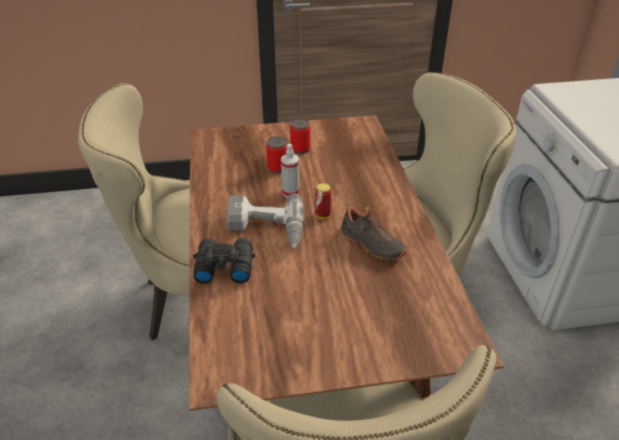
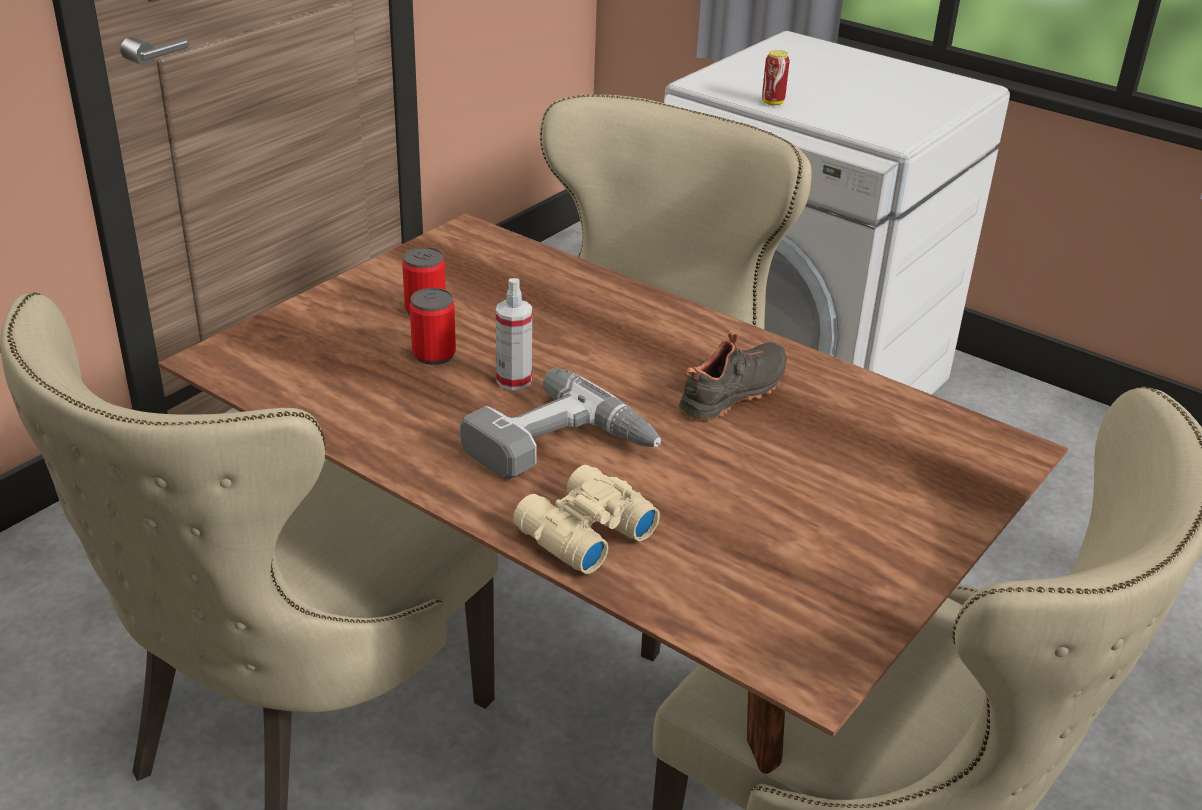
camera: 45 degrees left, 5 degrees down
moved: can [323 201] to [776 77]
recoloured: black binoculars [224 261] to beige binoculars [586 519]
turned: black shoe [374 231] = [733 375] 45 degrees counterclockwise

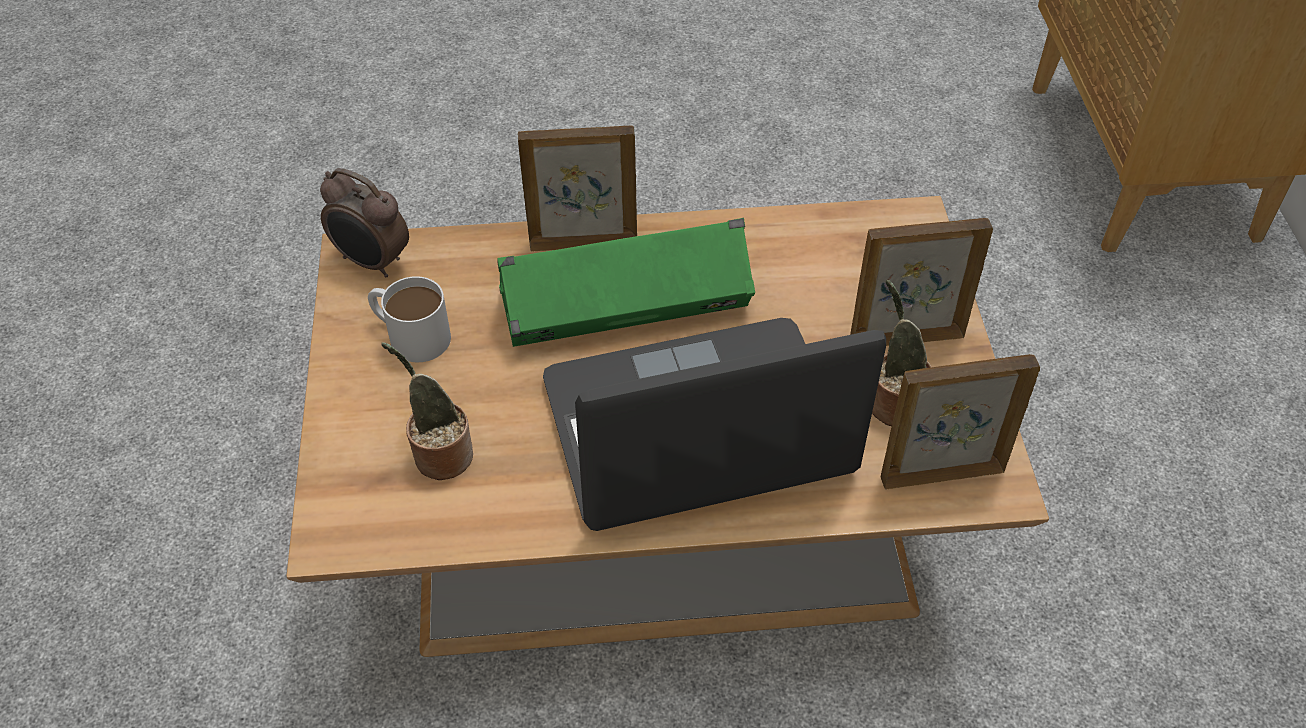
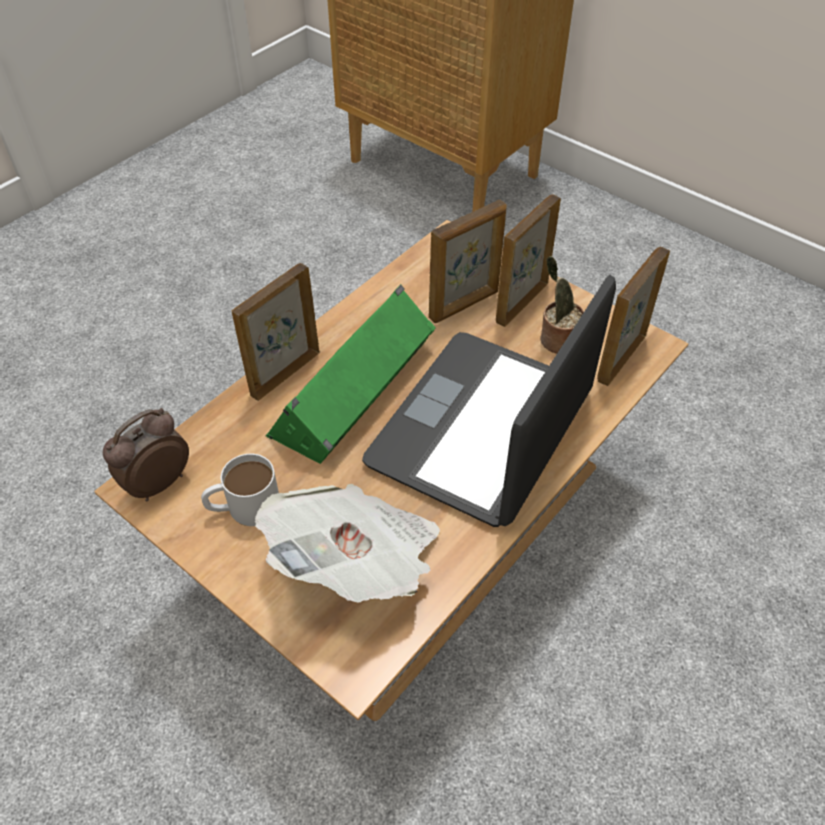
camera: 45 degrees left, 0 degrees up
added: picture frame [468 261]
replaced: potted plant [427 411] to newspaper [347 543]
turned: alarm clock [364 222] = [146 455] 150 degrees clockwise

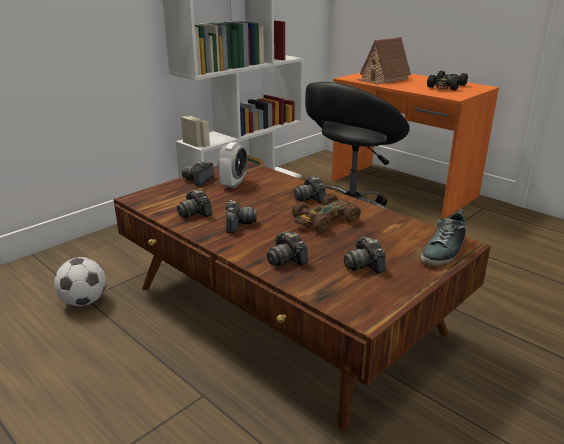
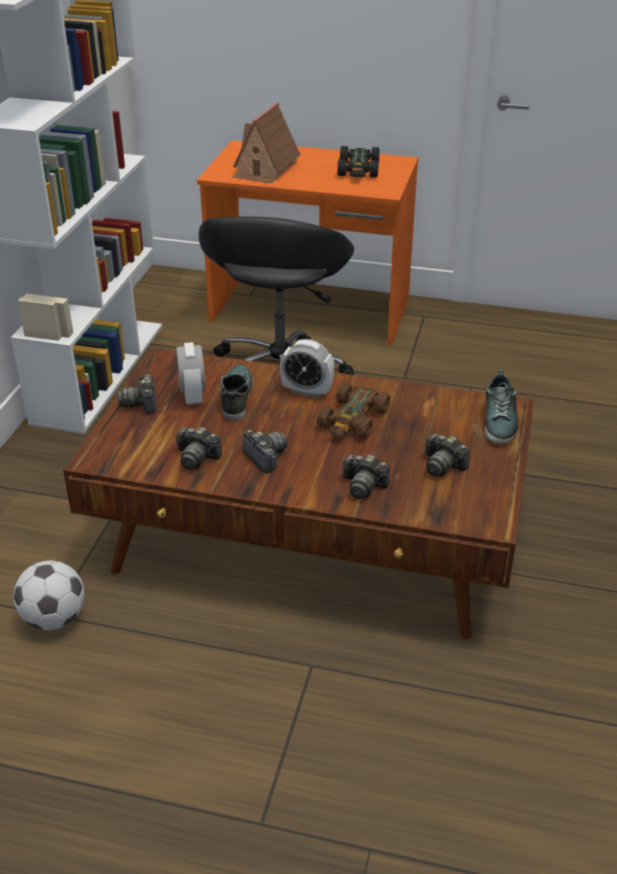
camera: 30 degrees left, 10 degrees up
added: shoe [236 393]
replaced: photo camera [310 190] to alarm clock [307 368]

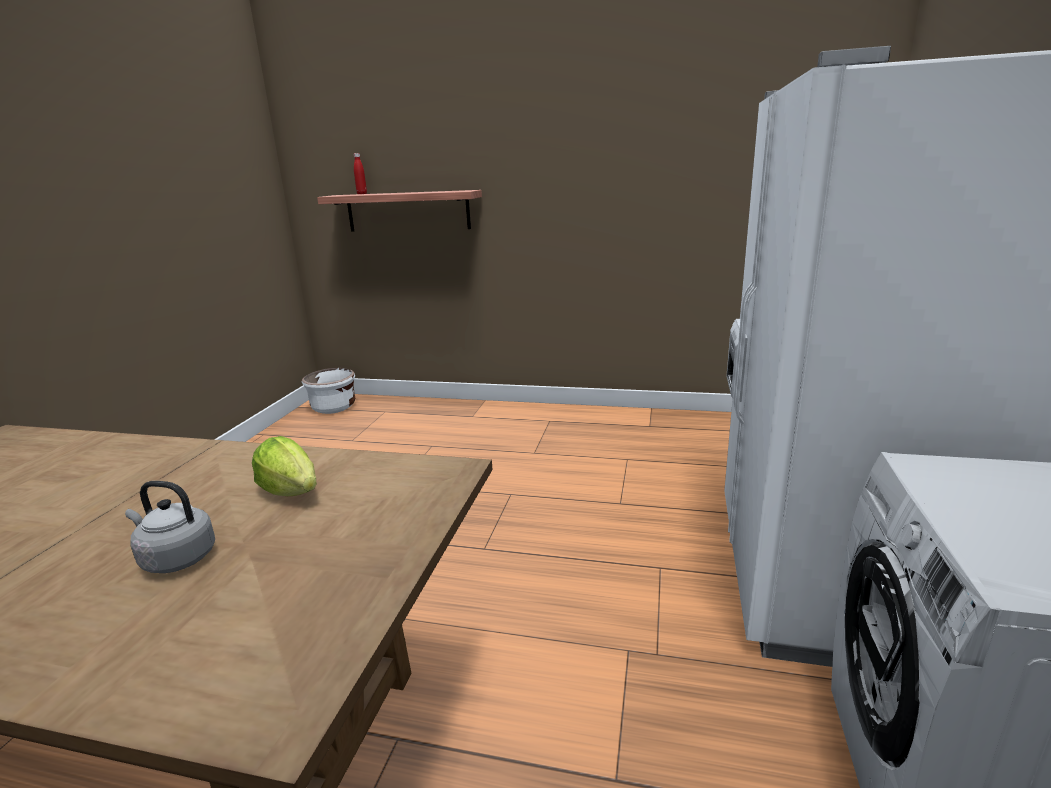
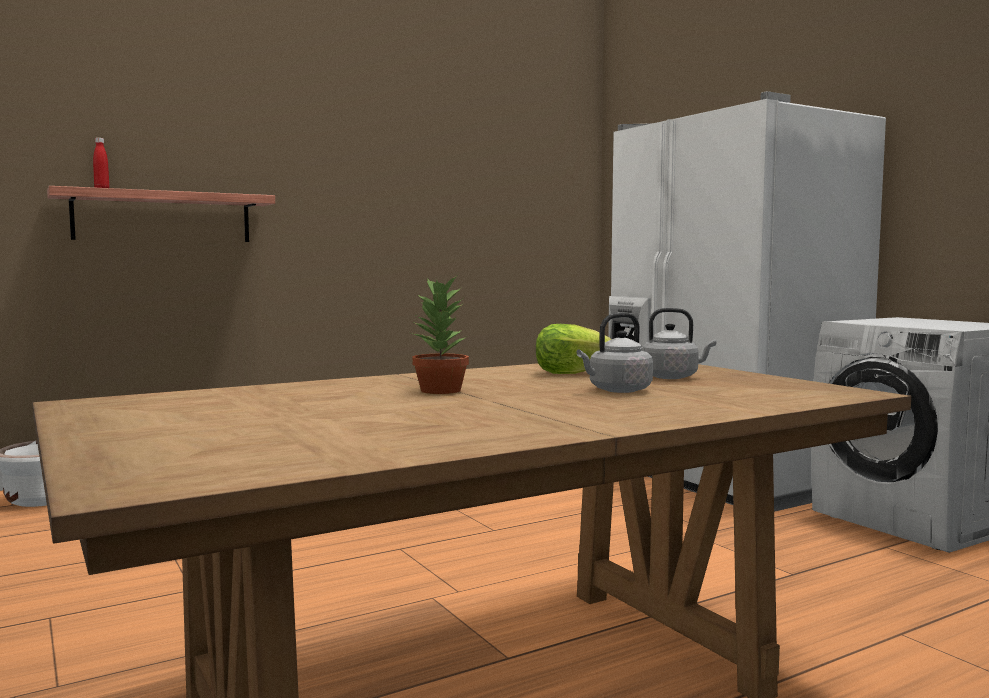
camera: 45 degrees left, 15 degrees down
added: potted plant [440 334]; grey kettle [679 343]

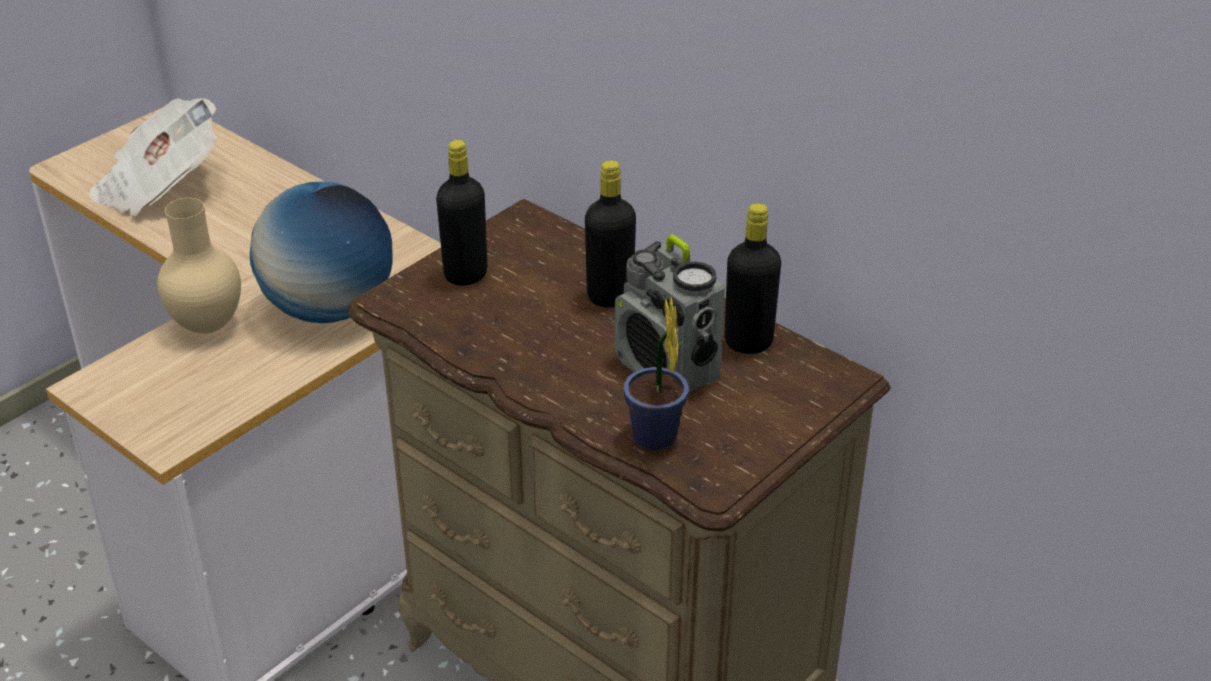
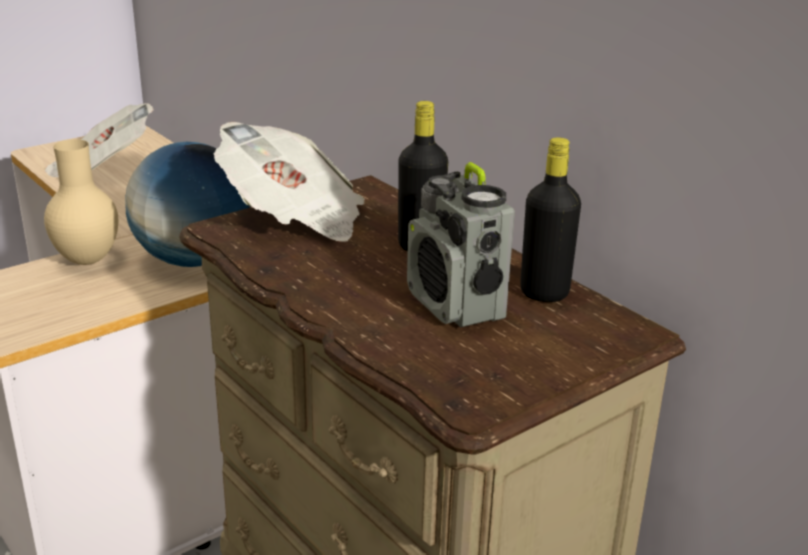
camera: 10 degrees right, 10 degrees down
removed: potted plant [656 373]
replaced: black bottle [461 213] to newspaper [289 182]

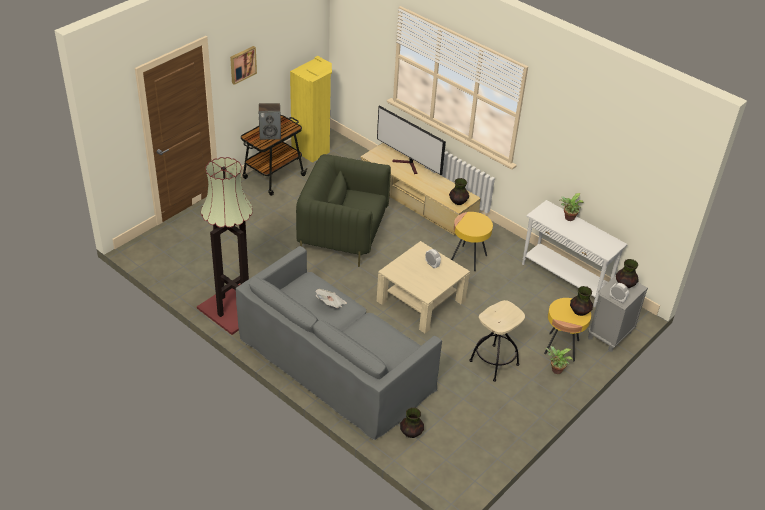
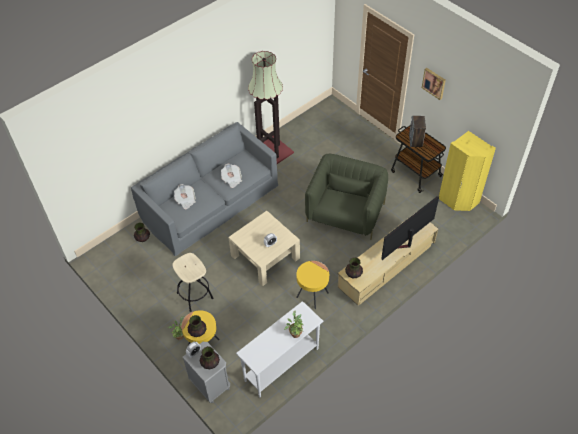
camera: 100 degrees right, 10 degrees up
added: newspaper [185 196]

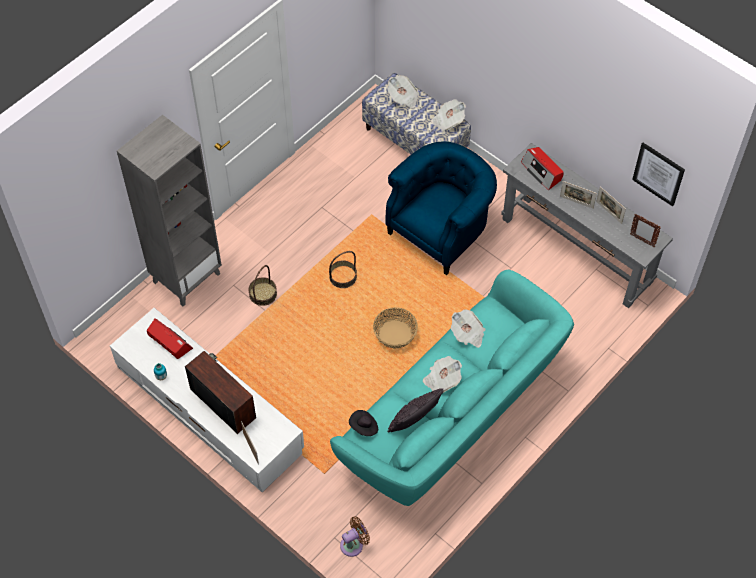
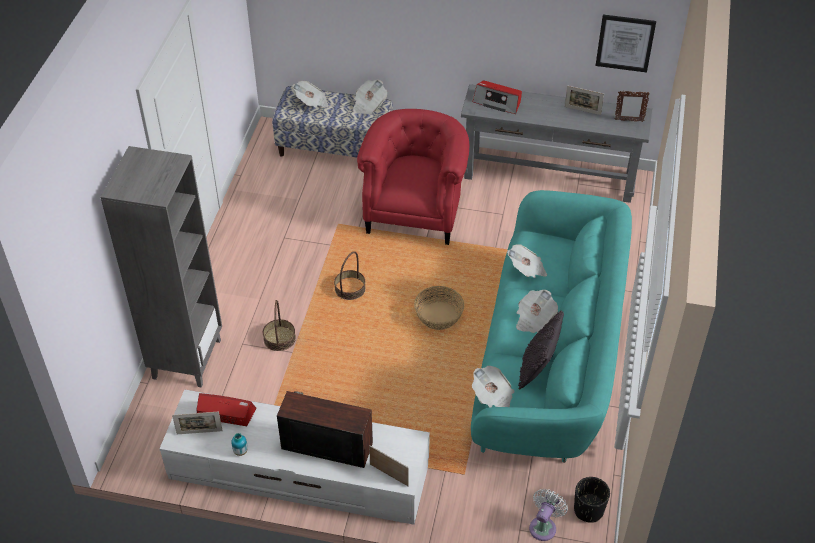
camera: 30 degrees left, 10 degrees down
added: black planter [592 500]
moved: picture frame [578 194] to [197 423]
replaced: black hat [363 423] to newspaper [493 386]
recoloured: brown fan [355 536] to white fan [548 515]; blue armchair [441 208] to red armchair [413 177]

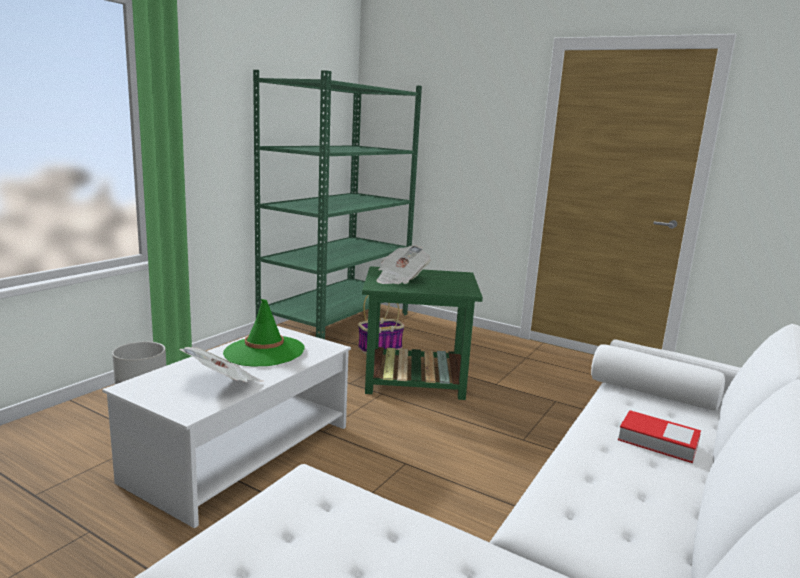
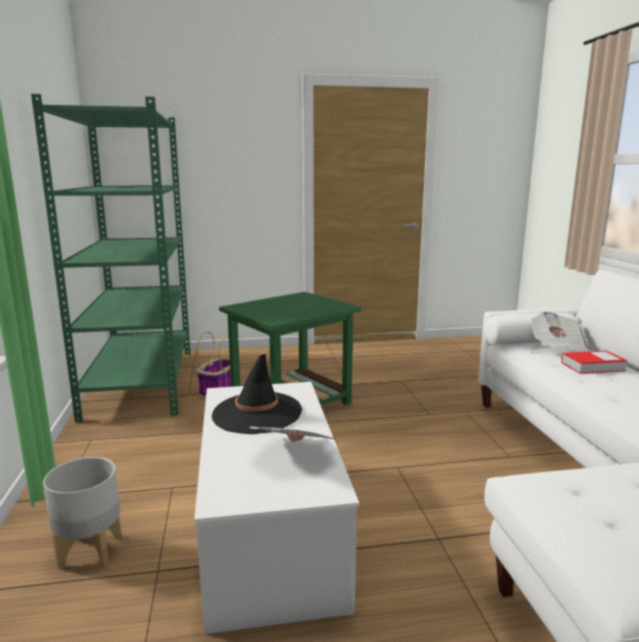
camera: 40 degrees left, 0 degrees up
moved: newspaper [403 264] to [560 334]
recoloured: green hat [264 333] to black hat [257 394]

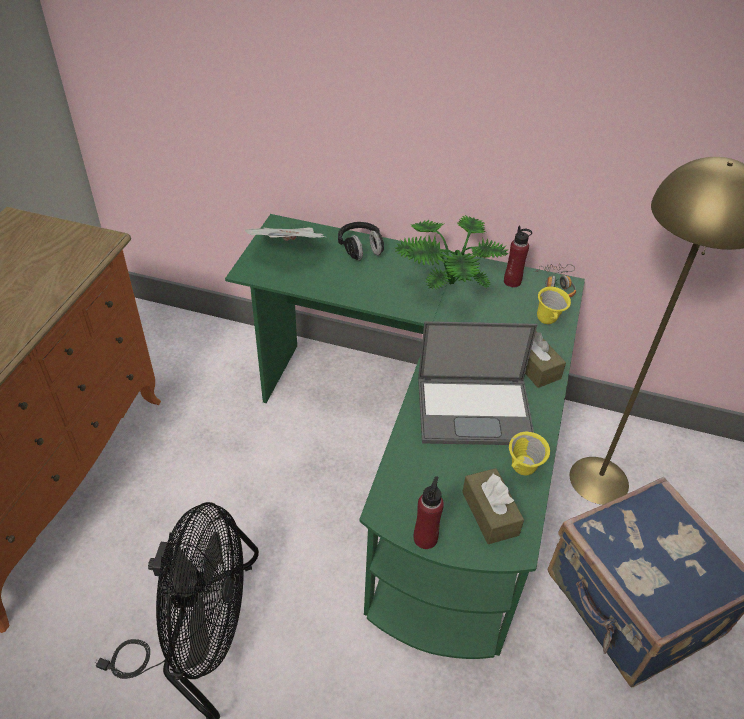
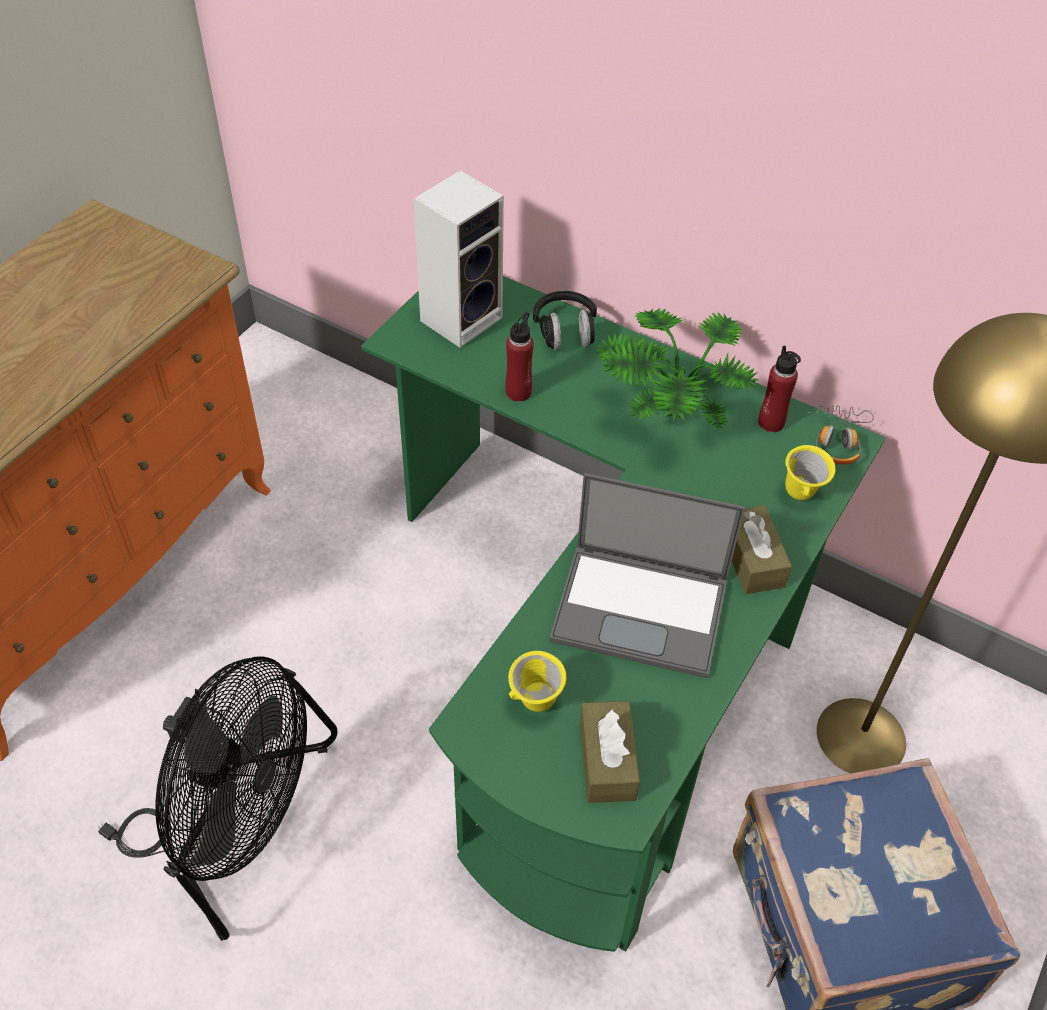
camera: 15 degrees right, 5 degrees up
moved: red bottle [429 512] to [519 357]; yellow mug [529 453] to [537 681]
replaced: newspaper [285 234] to speaker [458 259]

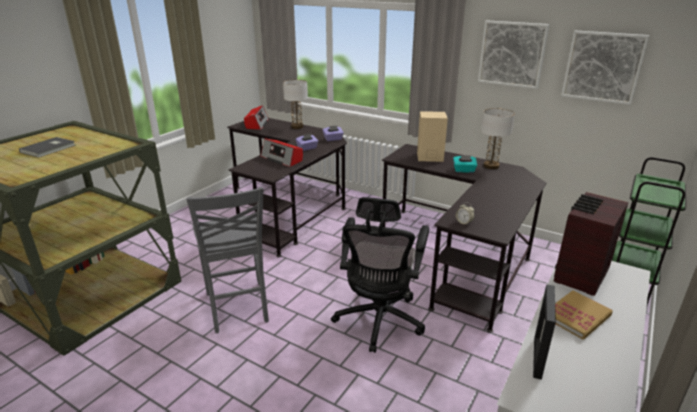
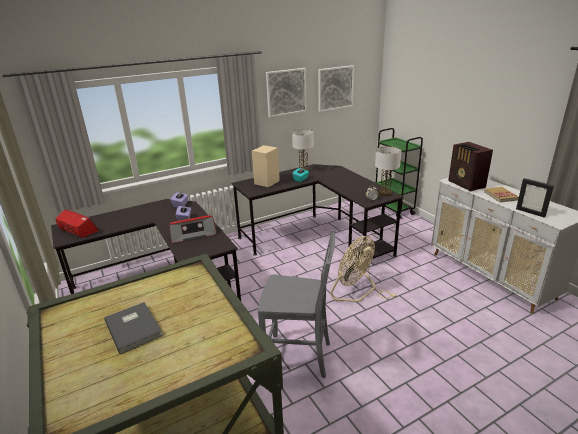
camera: 60 degrees left, 0 degrees up
moved: table lamp [295 104] to [388 171]
replaced: office chair [380 275] to beige fan [363 269]

